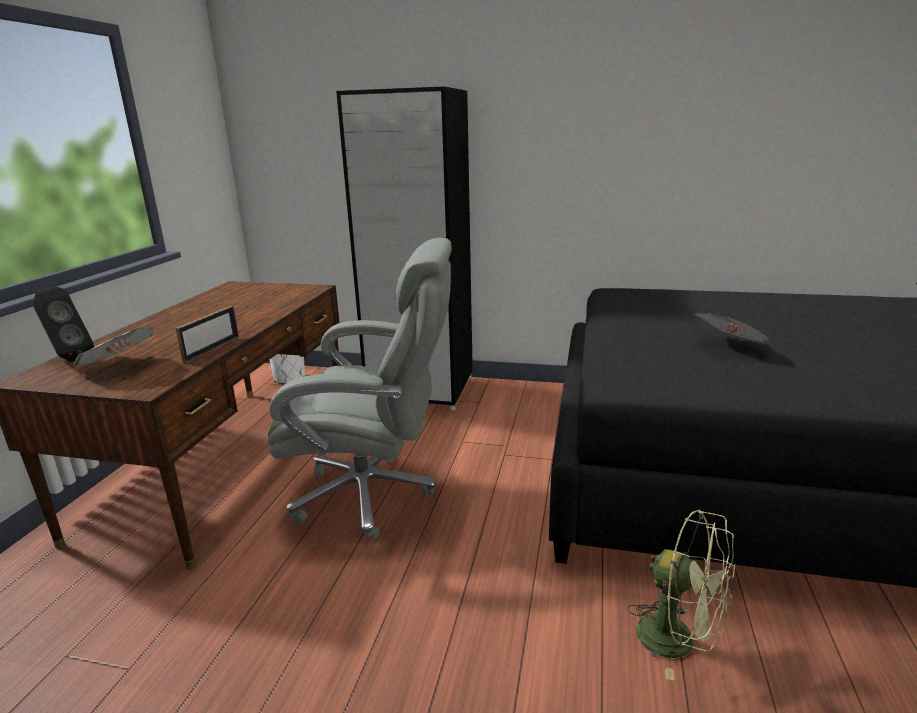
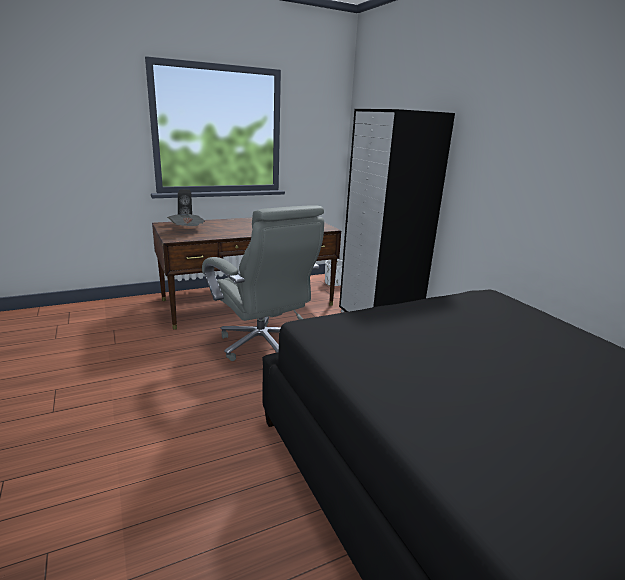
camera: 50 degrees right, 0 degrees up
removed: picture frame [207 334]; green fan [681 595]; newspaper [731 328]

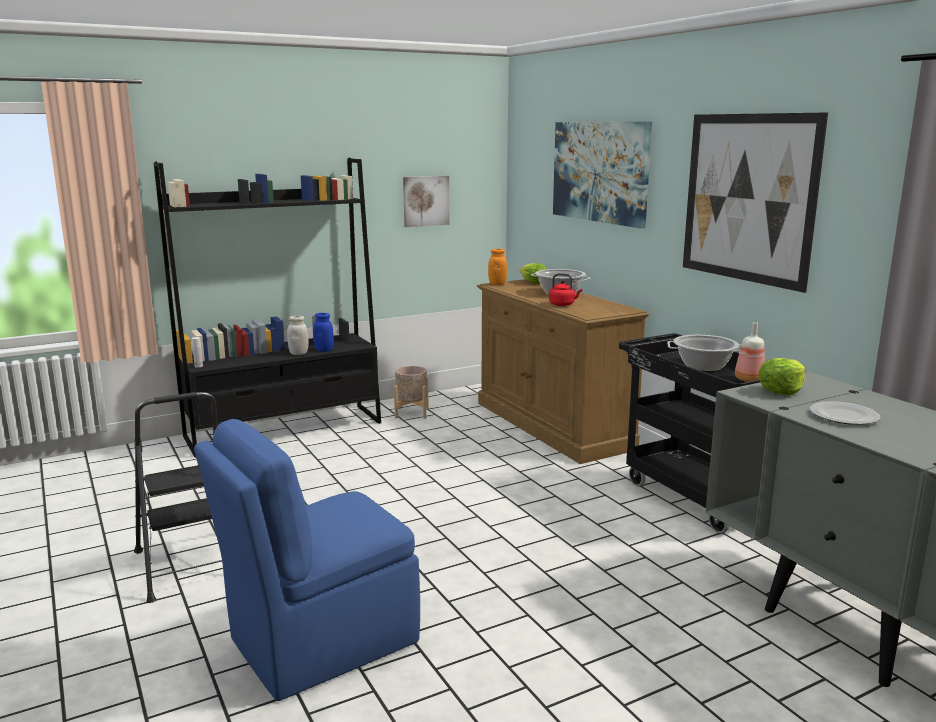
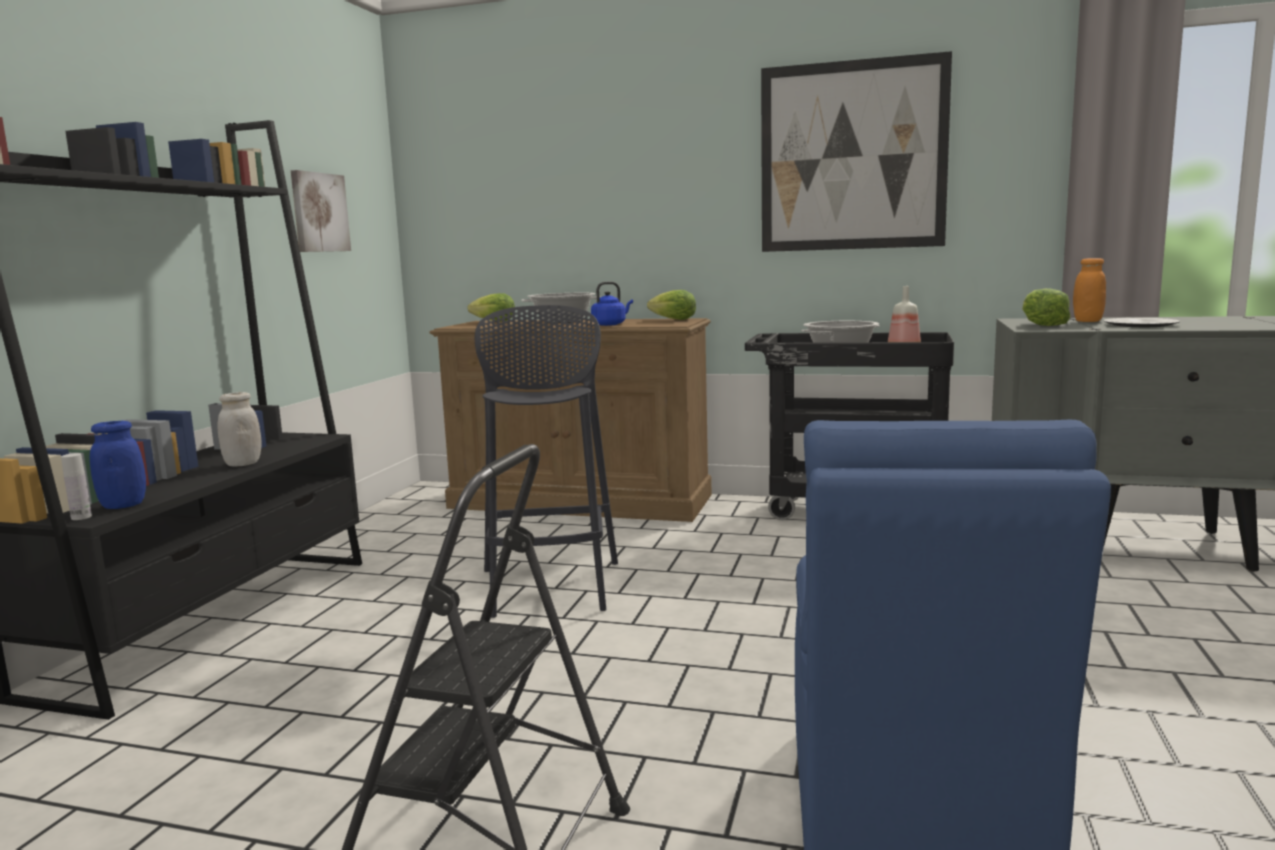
camera: 45 degrees left, 5 degrees down
removed: beige planter [411 392]; picture [602 175]
added: grey stool [546 461]; lettuce [671 305]
moved: blue jar [323 332] to [118 465]; orange jar [497 267] to [1089 290]
recoloured: red kettle [565 289] to blue kettle [612 304]

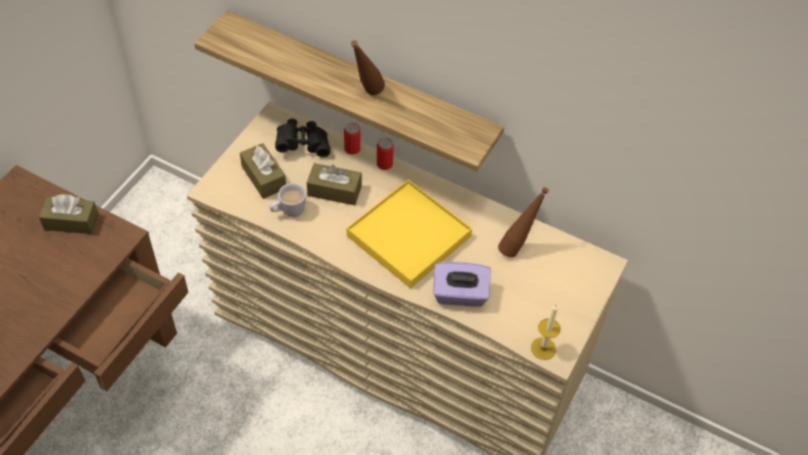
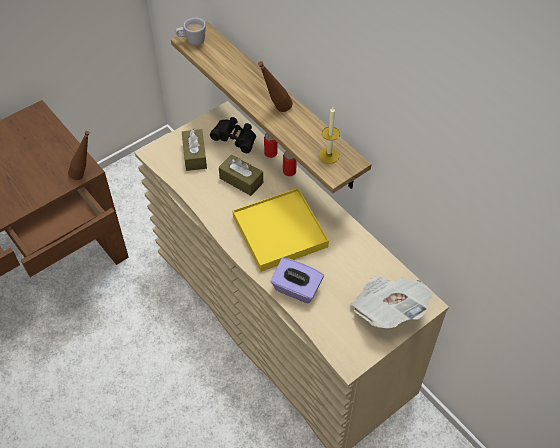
camera: 25 degrees right, 0 degrees up
removed: brown tissue box [69 214]
added: newspaper [392 302]
moved: white mug [288 200] to [191 32]; brown bottle [523 222] to [79 155]; candle [546 332] to [329 135]

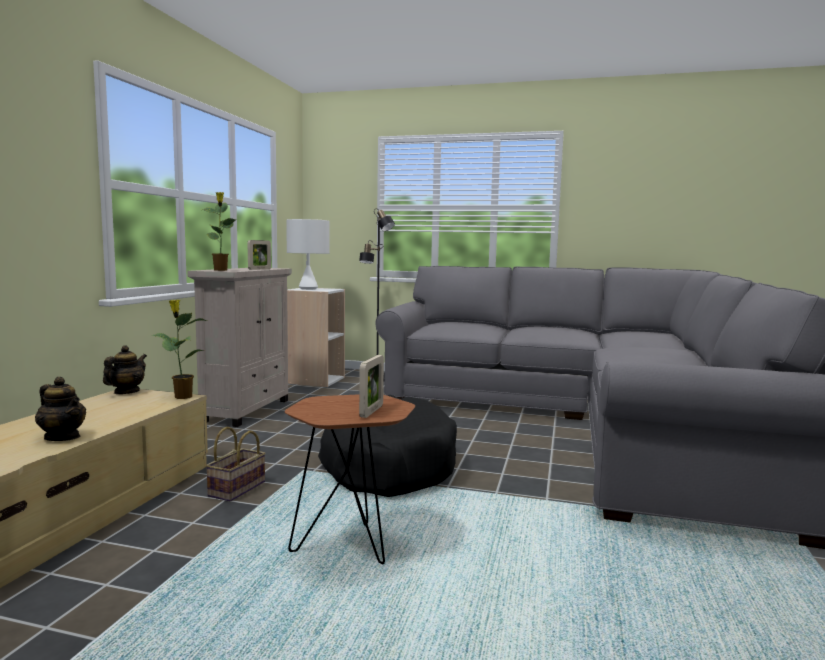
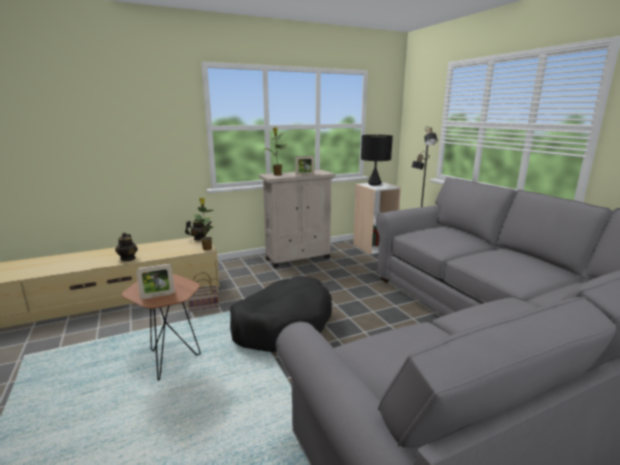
camera: 50 degrees right, 10 degrees up
recoloured: white table lamp [307 254] to black table lamp [377 160]

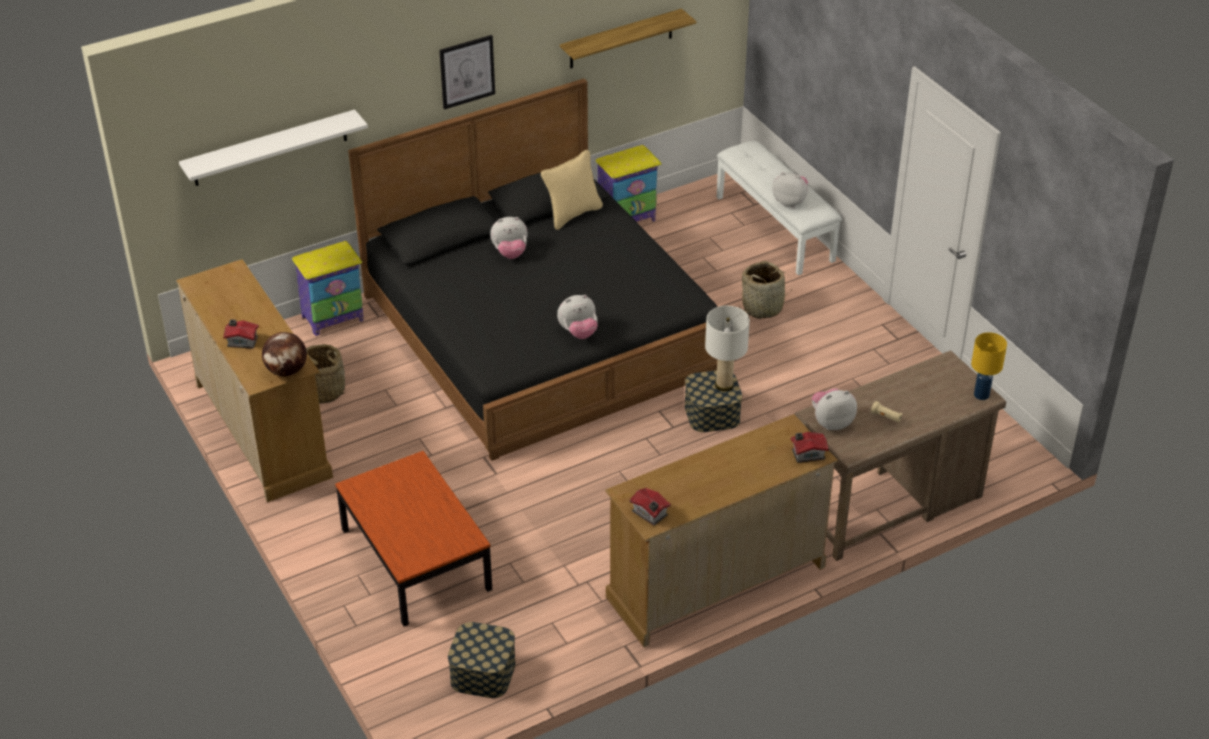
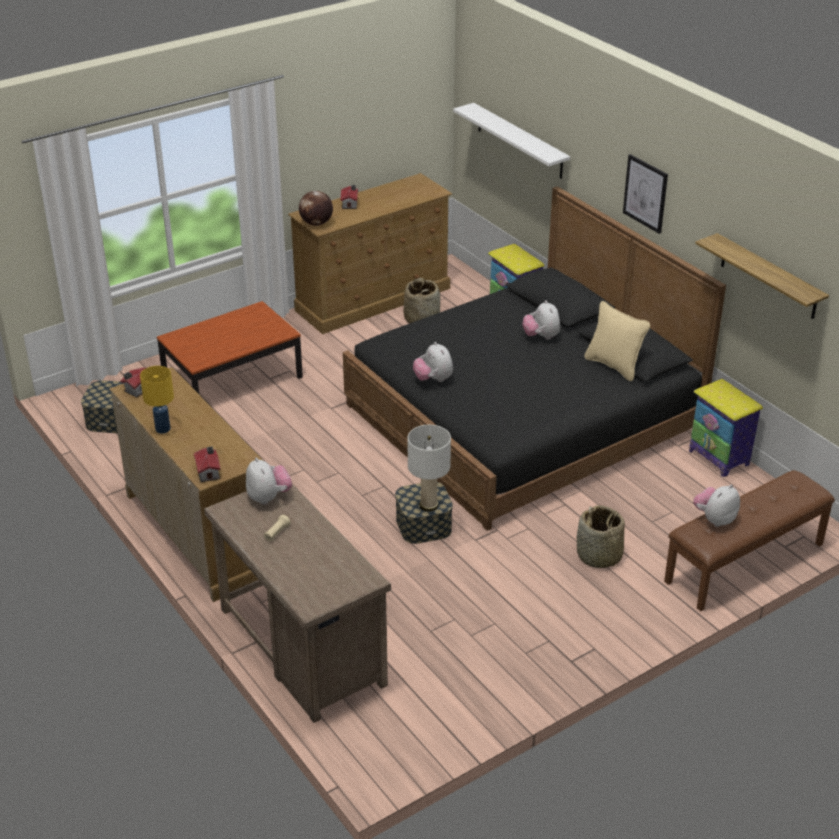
camera: 85 degrees right, 5 degrees down
moved: yellow table lamp [989 366] to [157 400]
recoloured: white bench [779 208] to brown bench [749 540]
turned: plush toy [790 190] = [716 506] 150 degrees counterclockwise

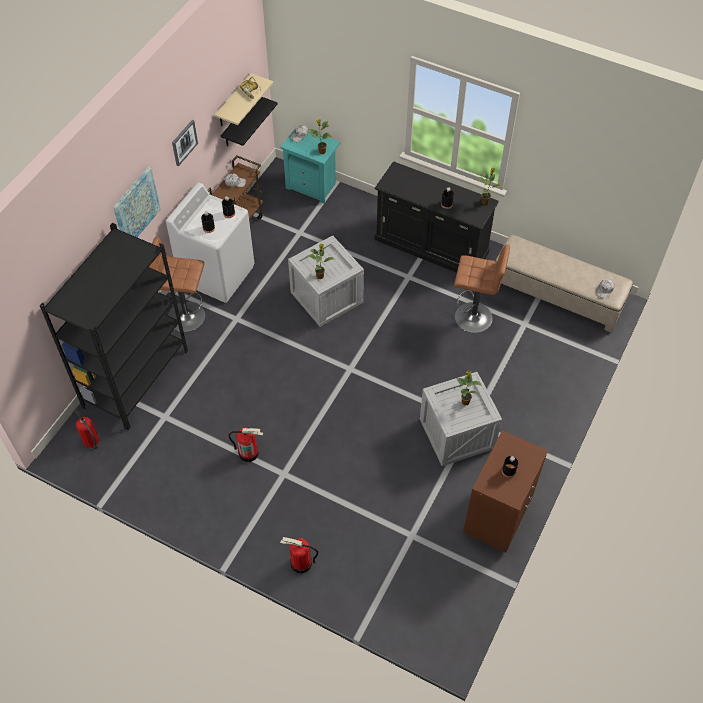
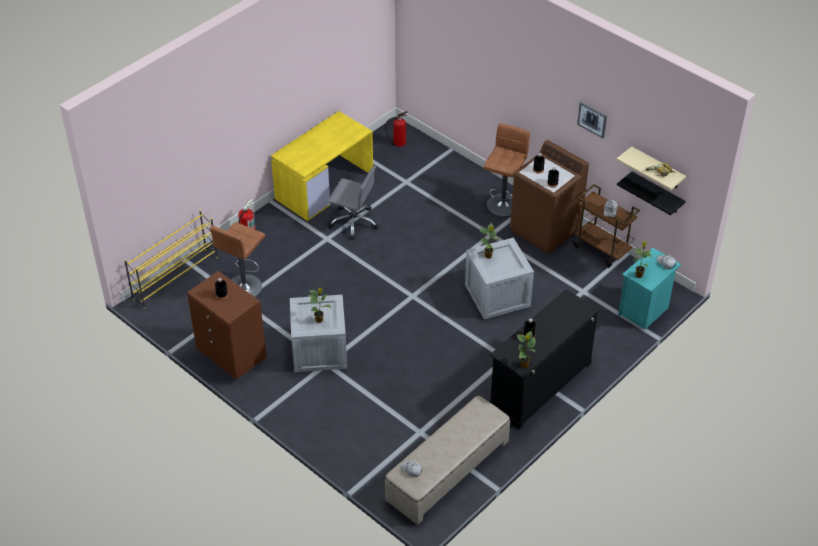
camera: 105 degrees right, 10 degrees down
removed: black bookcase [114 326]; picture [137 202]
added: yellow shoe rack [171 259]; yellow desk [322 166]
moved: brown stool [482 288] to [237 259]
replaced: fire extinguisher [245 444] to grey office chair [353 203]
recoloured: white washing machine [210 242] to brown washing machine [549 196]

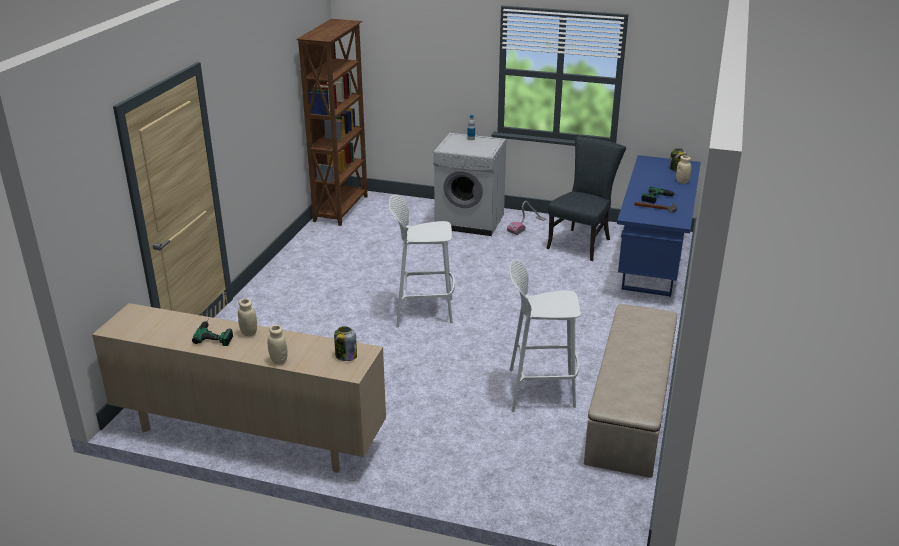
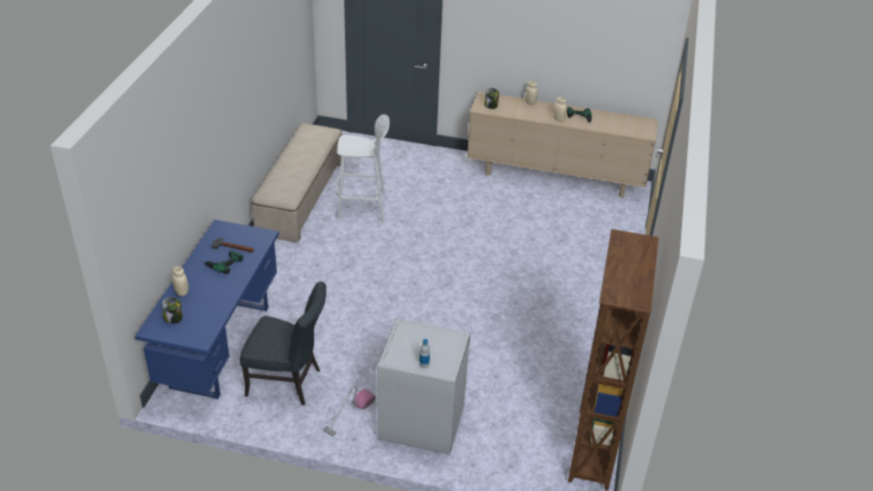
camera: 175 degrees right, 10 degrees up
removed: white stool [422 261]
turned: grey chair [586 198] = [283 343] 105 degrees counterclockwise

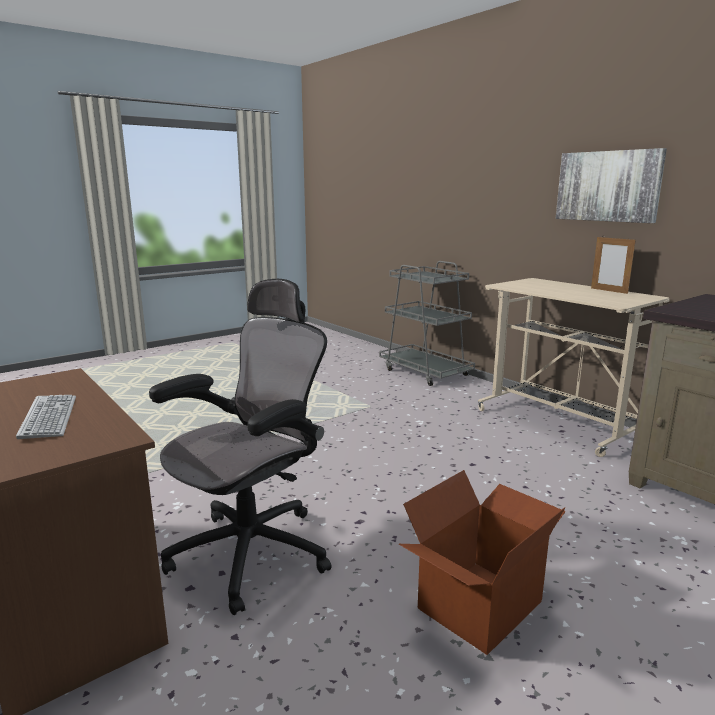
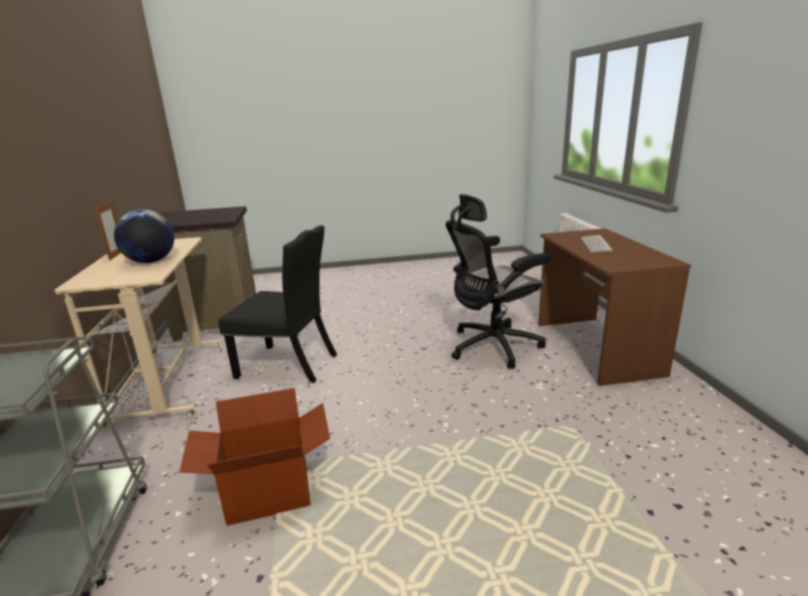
camera: 150 degrees left, 5 degrees up
removed: picture [611 185]
added: globe [144 236]; black chair [277 304]
moved: cardboard box [482 562] to [254 457]

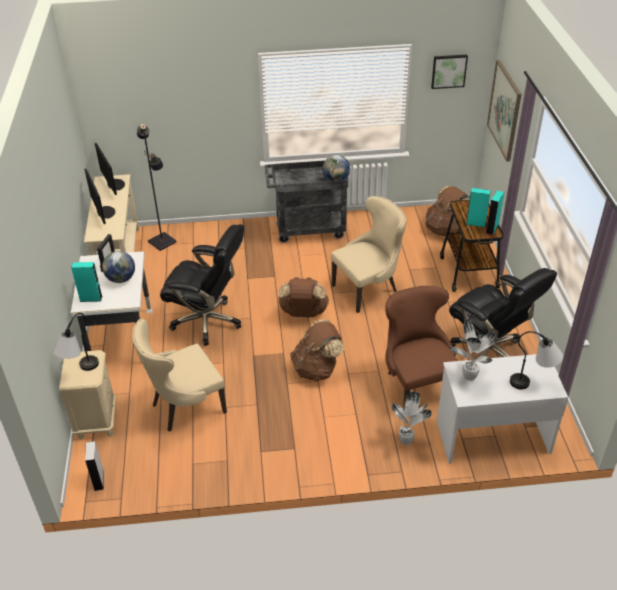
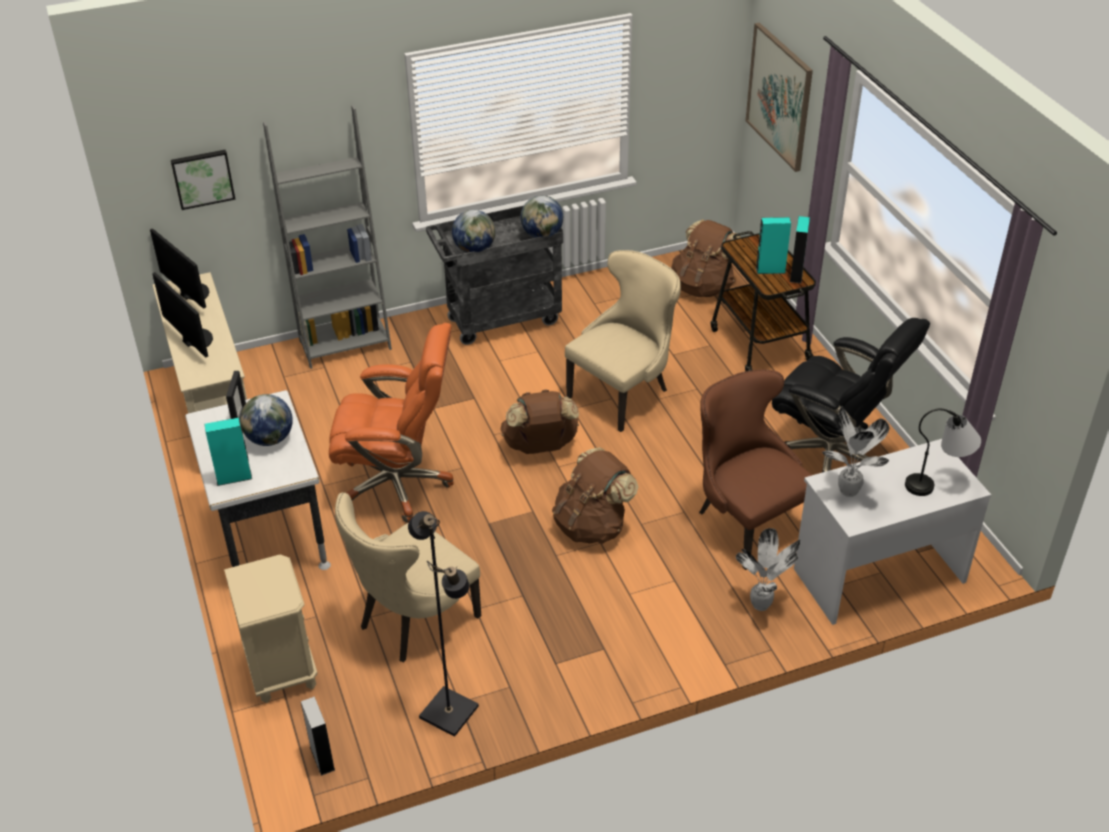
camera: 15 degrees left, 0 degrees up
removed: table lamp [76 342]
added: grey bookcase [327 237]; globe [473 231]
moved: black floor lamp [157 187] to [443 624]; picture [449 72] to [203 180]
recoloured: black office chair [202 285] to orange office chair [391 423]

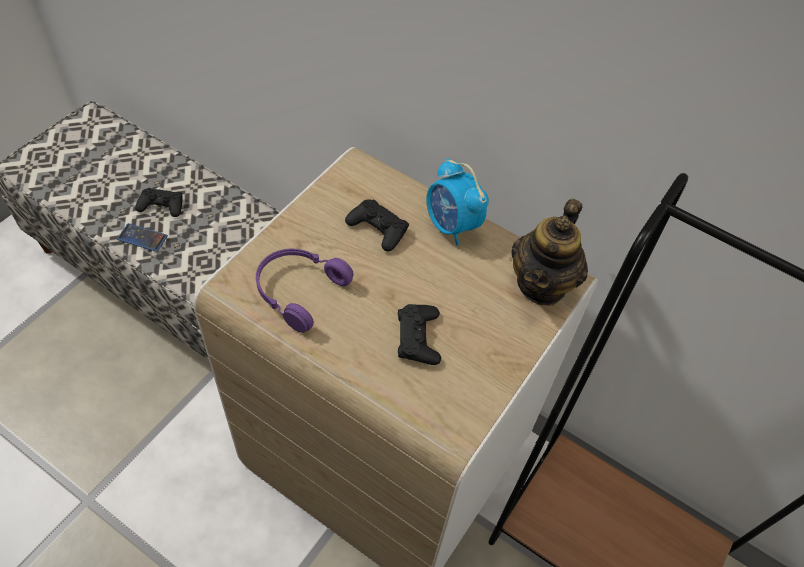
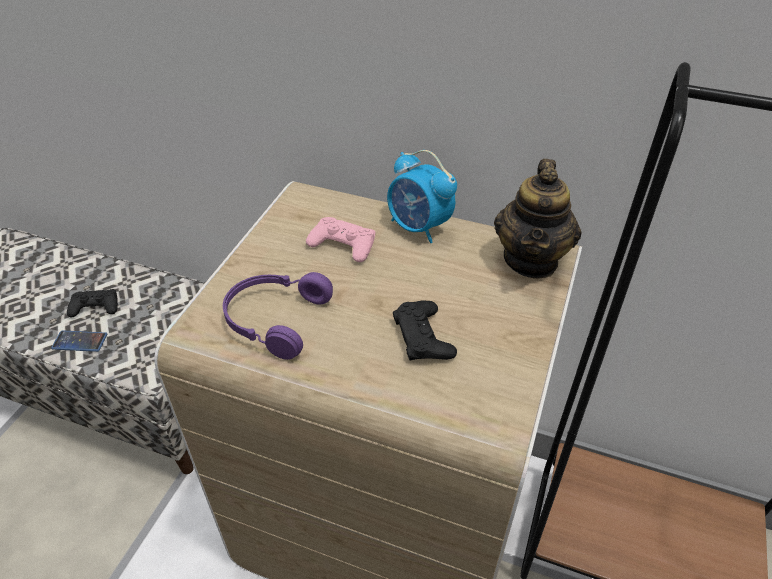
camera: 10 degrees left, 10 degrees down
recoloured: black game controller [377 225] to pink game controller [341 239]

